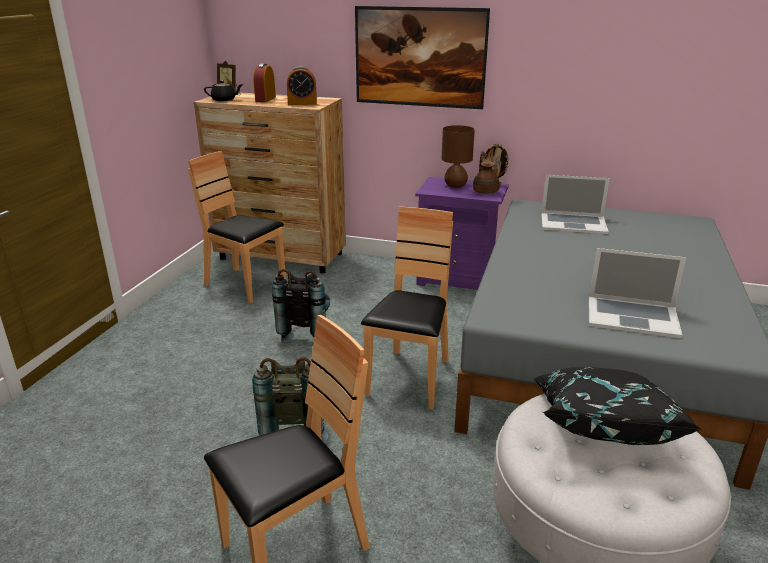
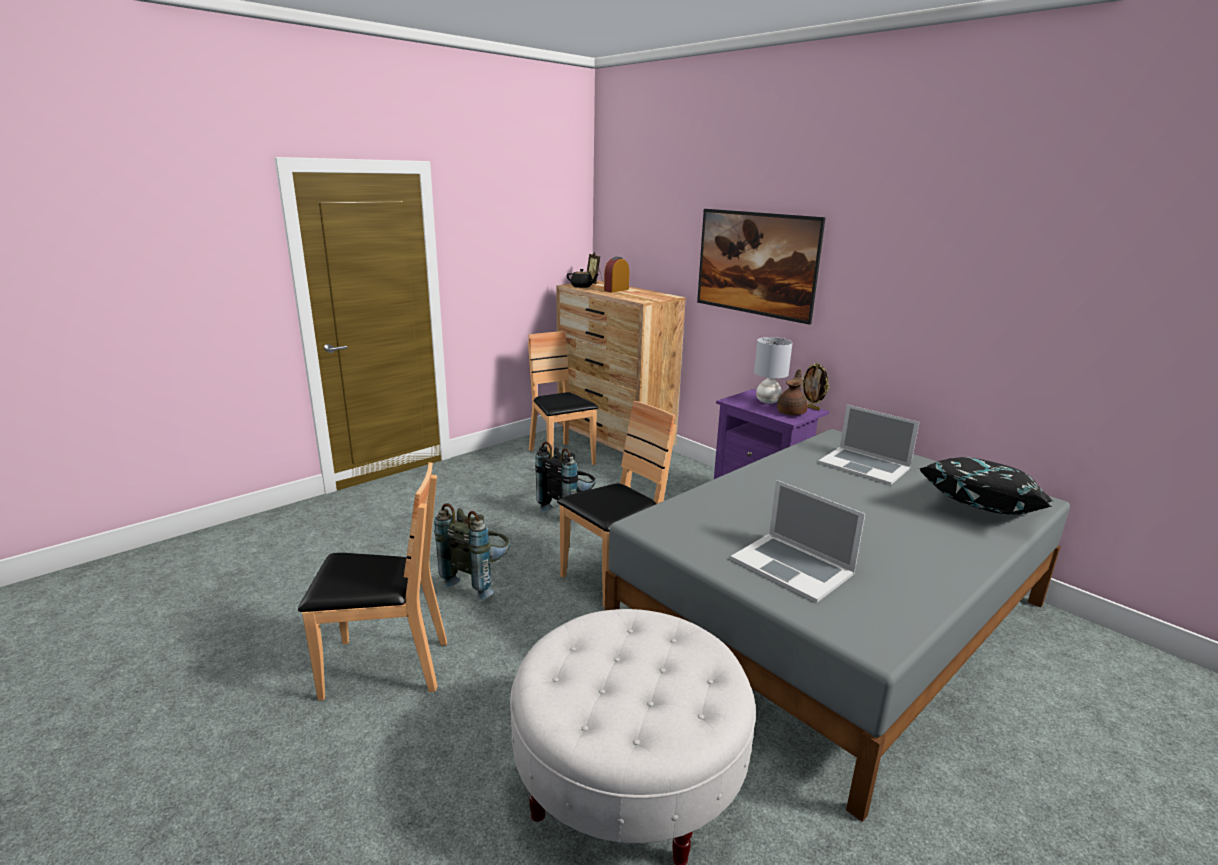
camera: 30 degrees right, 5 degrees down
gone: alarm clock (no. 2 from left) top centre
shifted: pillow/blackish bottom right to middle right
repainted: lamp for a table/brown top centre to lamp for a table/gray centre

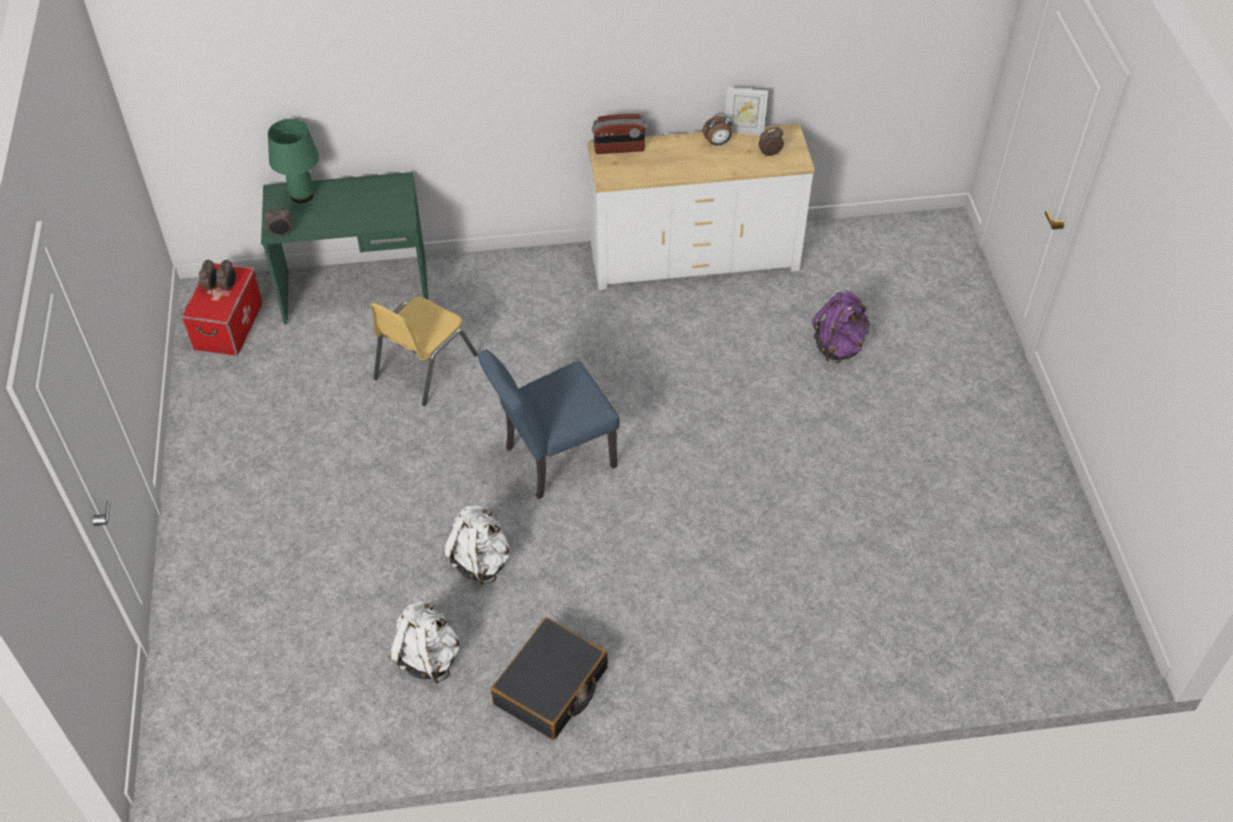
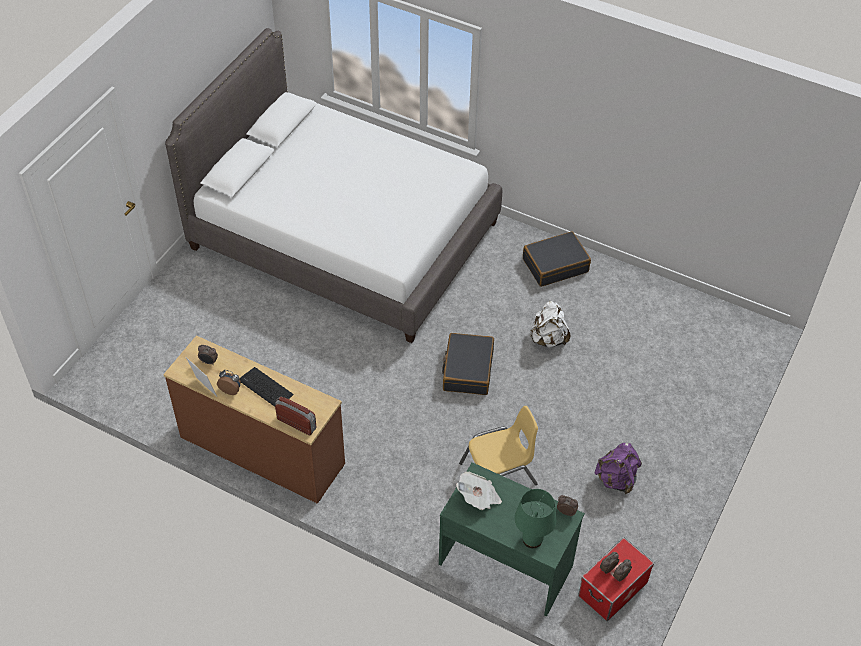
camera: 145 degrees left, 0 degrees up
gone: knapsack/whitish (no. 1 from left) bottom centre
new: sleeping bed/whitish top centre; computer keyboard middle left; printed paper bottom centre
shifted: knapsack/purple-coloured middle right to bottom right
swapped: plain chair/bluish centre to piece of luggage/blackish (no. 1 from left) centre
repainted: chest of drawers/whitish top centre to chest of drawers/brown middle left

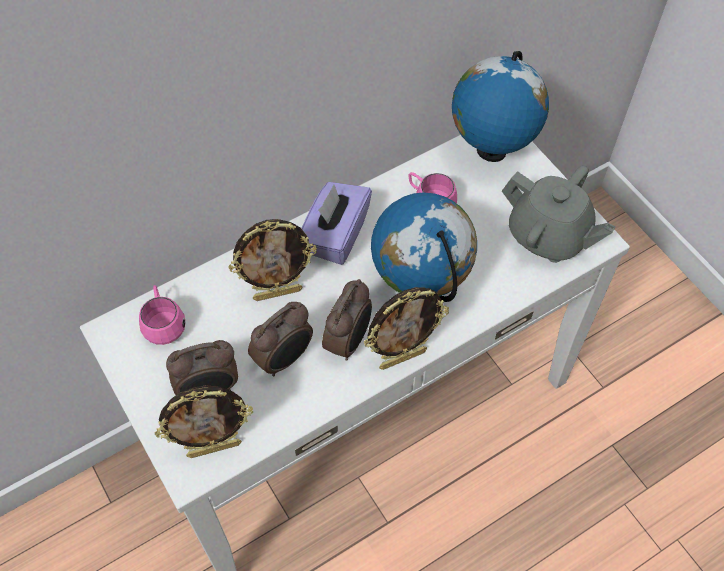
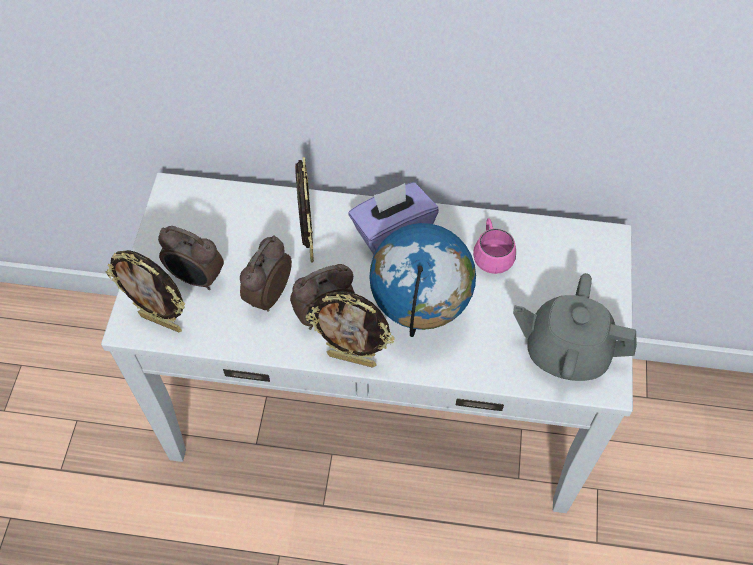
camera: 40 degrees right, 0 degrees up
gone: tea mug/pink (no. 1 from left) middle left; globe (no. 2 from left) top right
rotated: standing frame (no. 2 from left) centre = centre 120 degrees counterclockwise; alarm clock (no. 2 from left) centre = centre 120 degrees clockwise; teapot/gray middle right = middle right 120 degrees clockwise

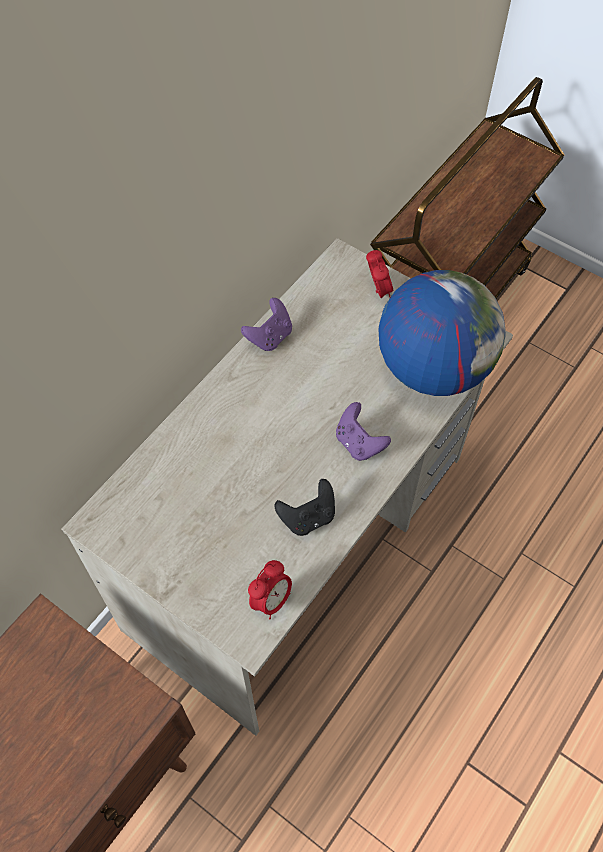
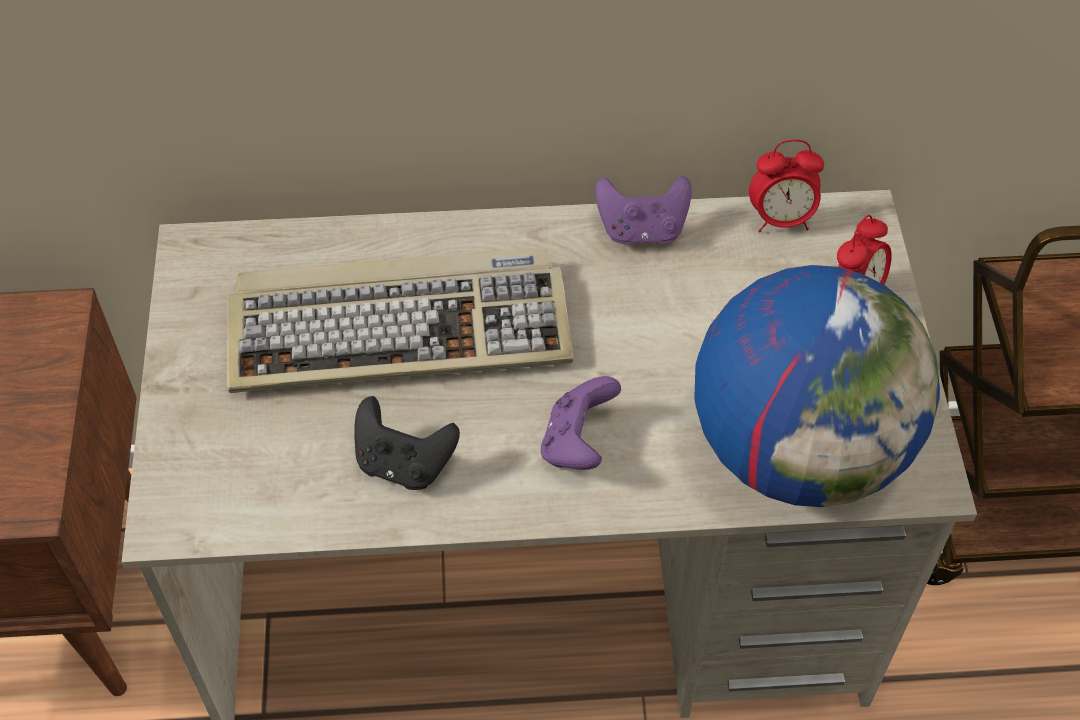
camera: 50 degrees right, 5 degrees down
new: computer keyboard centre
shifted: alarm clock (no. 1 from left) bottom centre to top right

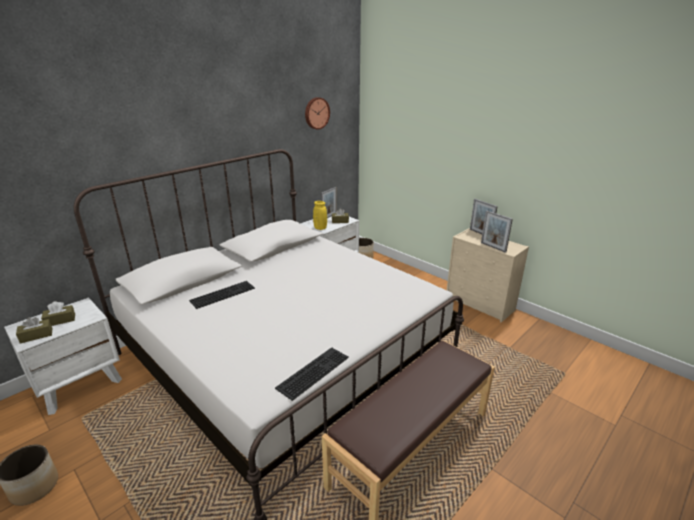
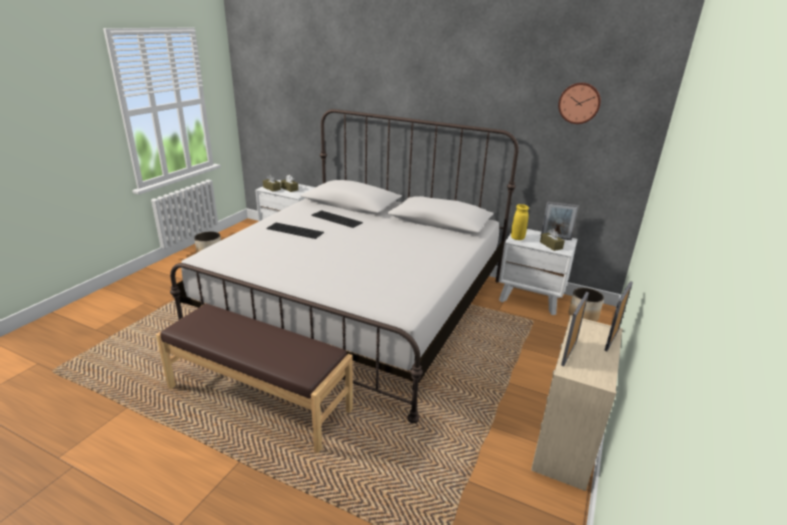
camera: 70 degrees right, 0 degrees up
shifted: computer keyboard (no. 2 from left in the first image) bottom centre to computer keyboard (no. 1 from left) centre

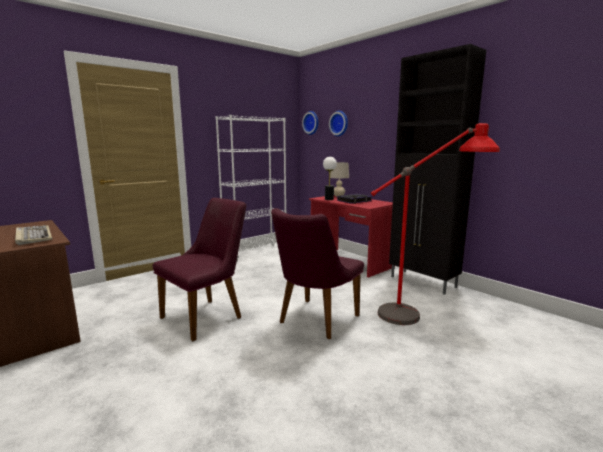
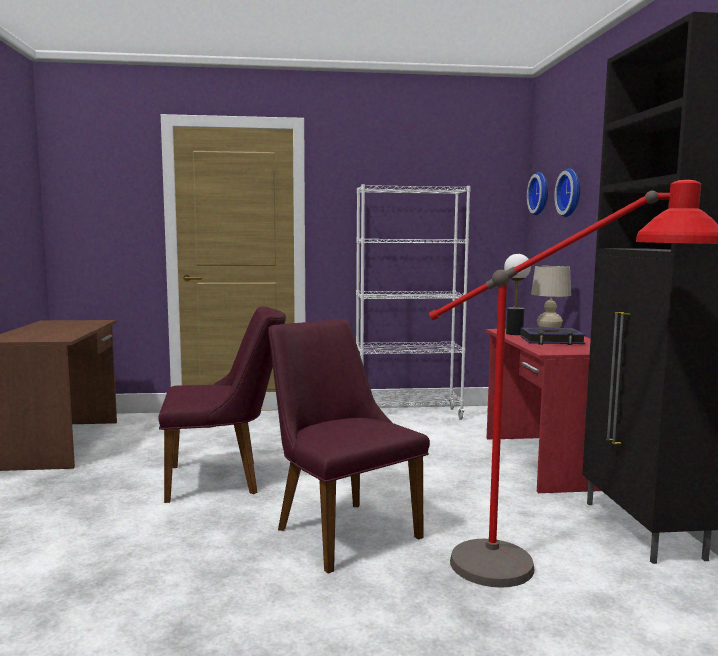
camera: 35 degrees right, 5 degrees down
gone: computer keyboard middle left
rotated: plain chair/purple-coloured (no. 2 from left) centre = bottom centre 75 degrees clockwise

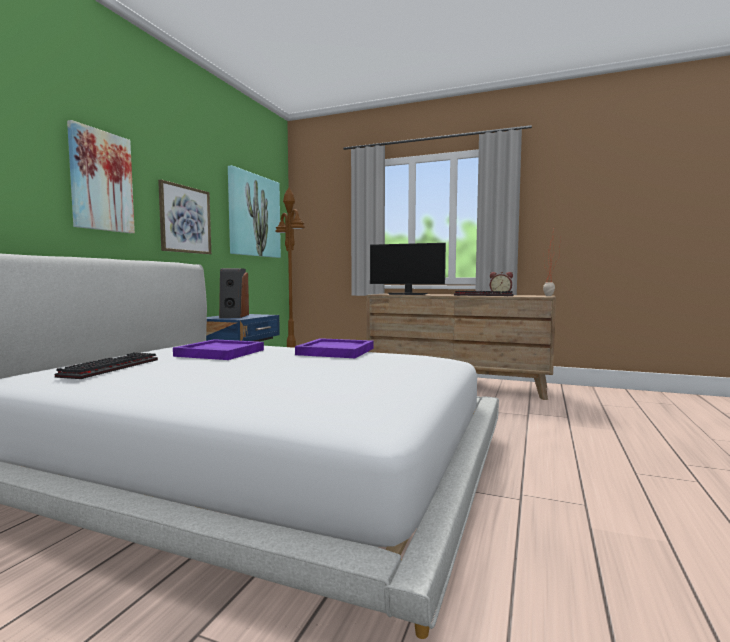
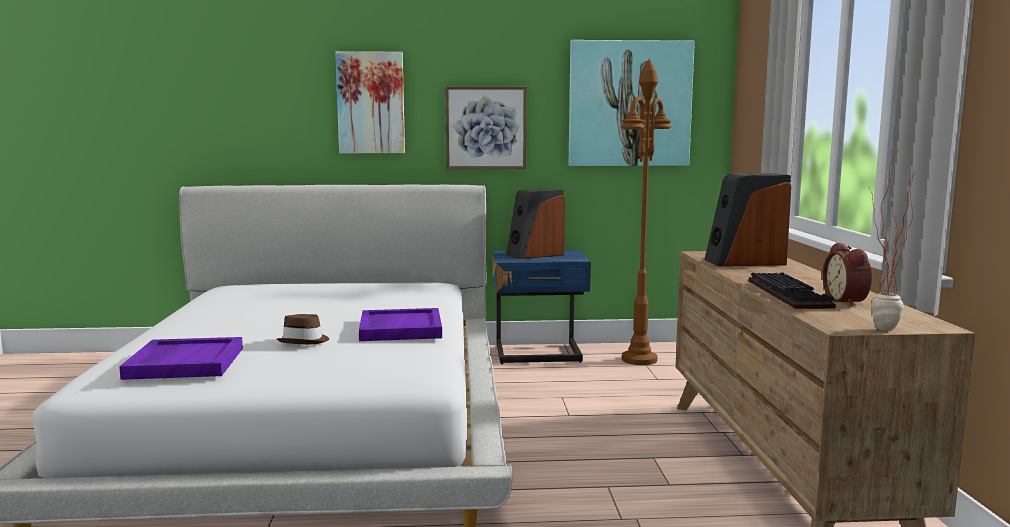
camera: 65 degrees right, 5 degrees up
gone: computer keyboard (no. 1 from left) middle left
new: wearable hat/brown middle left
shifted: serving tray/purple-coloured (no. 1 from left) middle left to bottom left
swapped: computer display centre to audio speaker (no. 2 from left) middle right

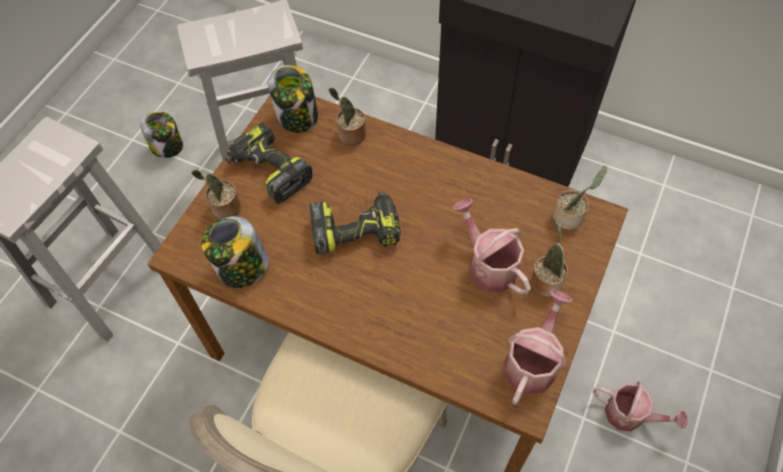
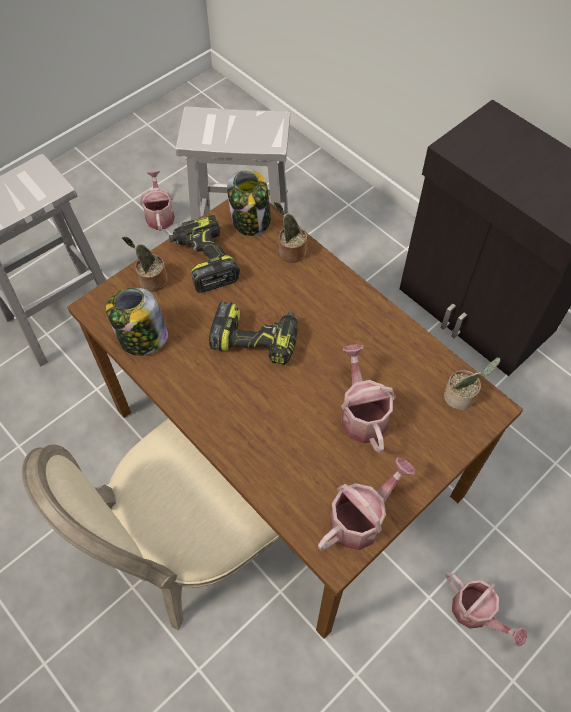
camera: 20 degrees right, 0 degrees up
gone: potted plant (no. 3 from left) middle right
swapped: storage jar (no. 1 from left) top left to watering pot (no. 1 from left) top left

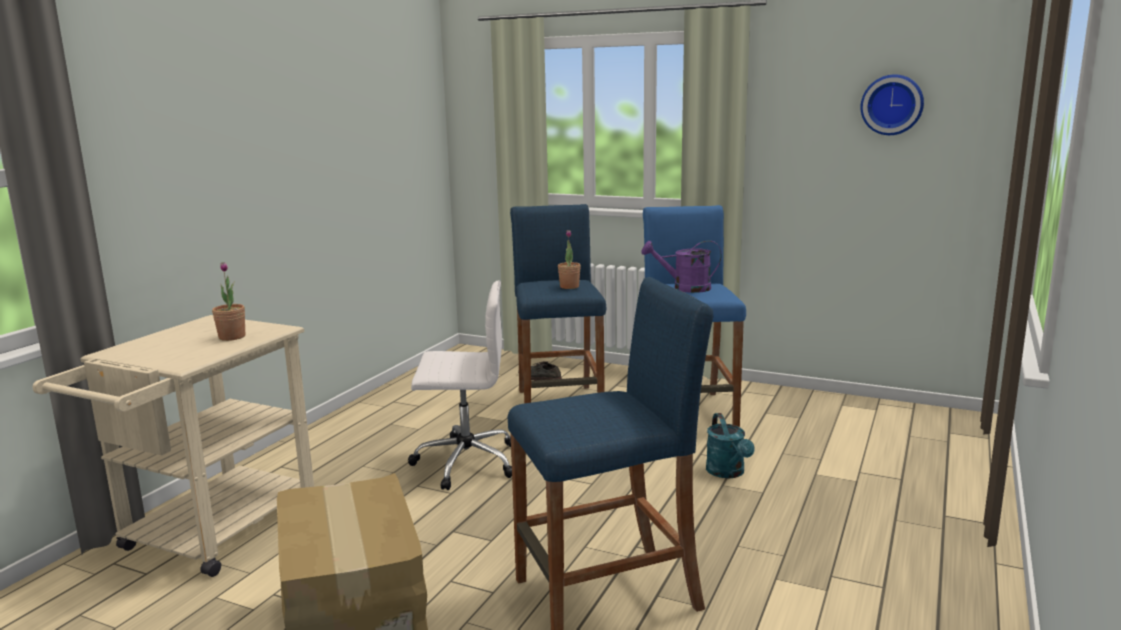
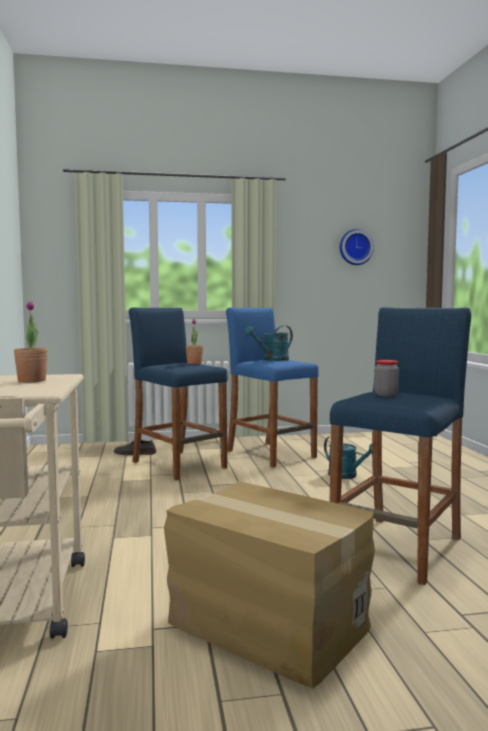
camera: 35 degrees left, 10 degrees down
gone: computer chair/whitish centre
new: storage jar middle right
repainted: watering pot/purple-coloured centre to watering pot/blue-green (no. 1 from left) centre

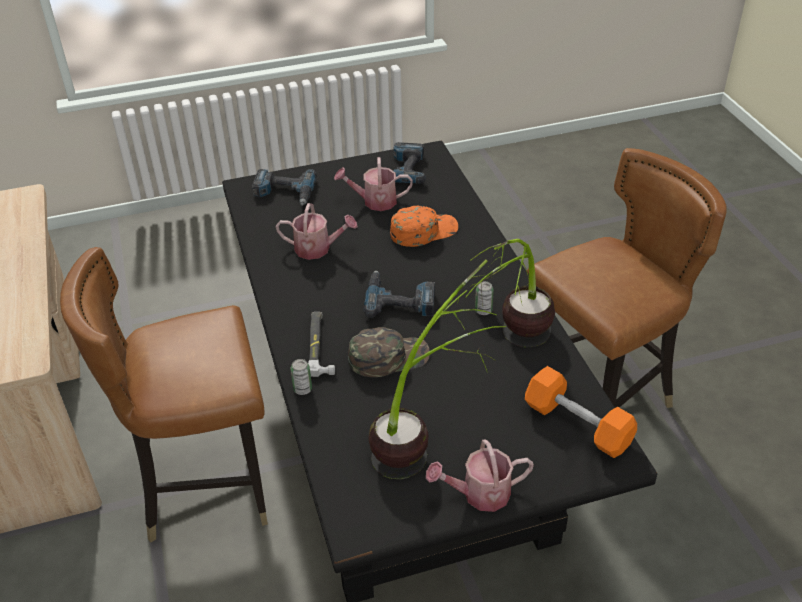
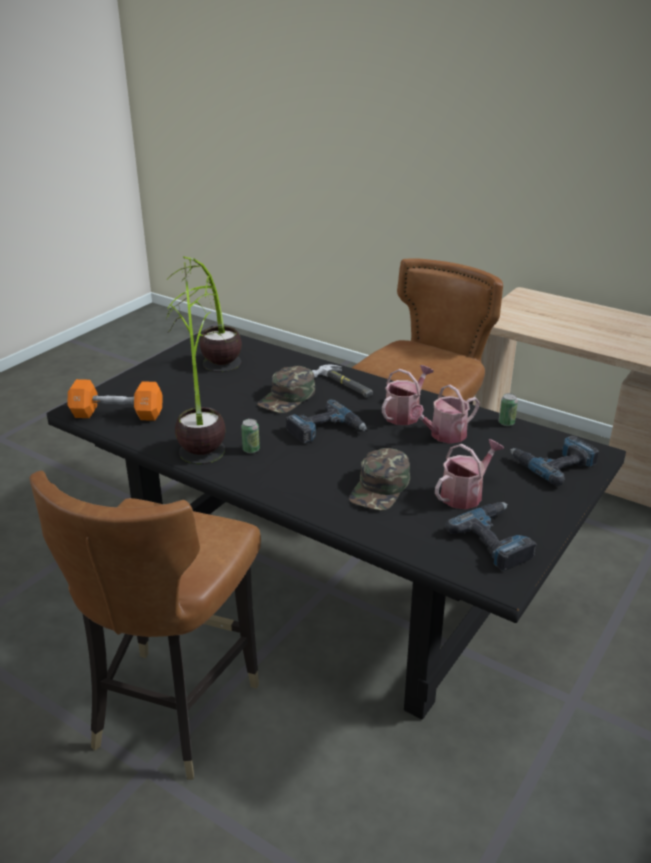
camera: 140 degrees right, 10 degrees down
shifted: sealed can (no. 1 from left in the first image) centre to sealed can (no. 2 from left) middle right; watering pot (no. 3 from left in the first image) bottom centre to watering pot (no. 1 from left) centre
repainted: cap/orange-coloured centre to cap/green-coloured (no. 2 from left) centre

